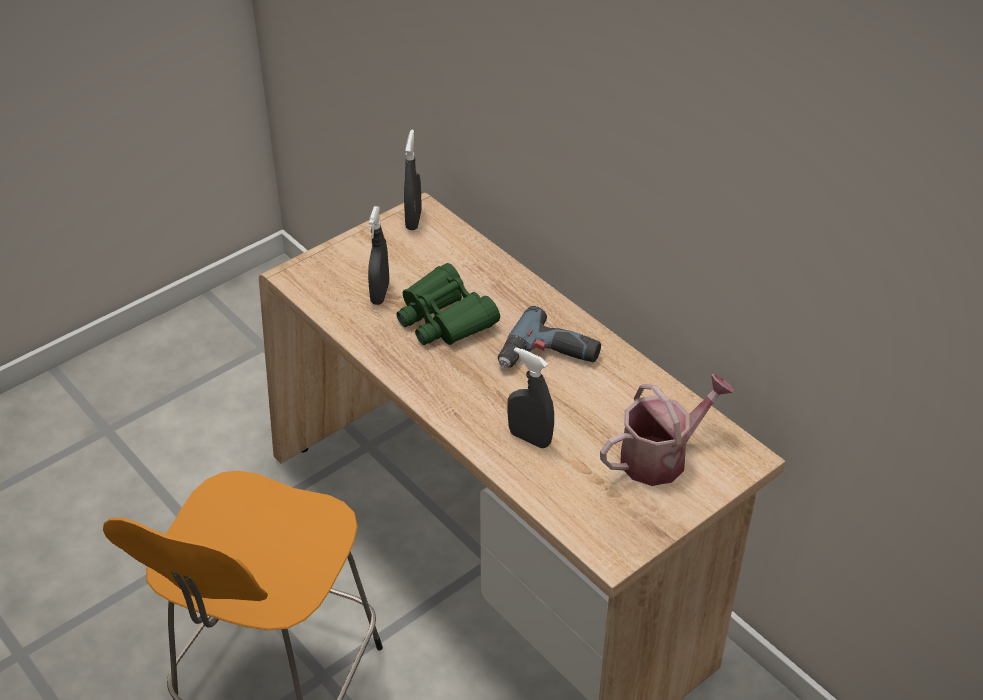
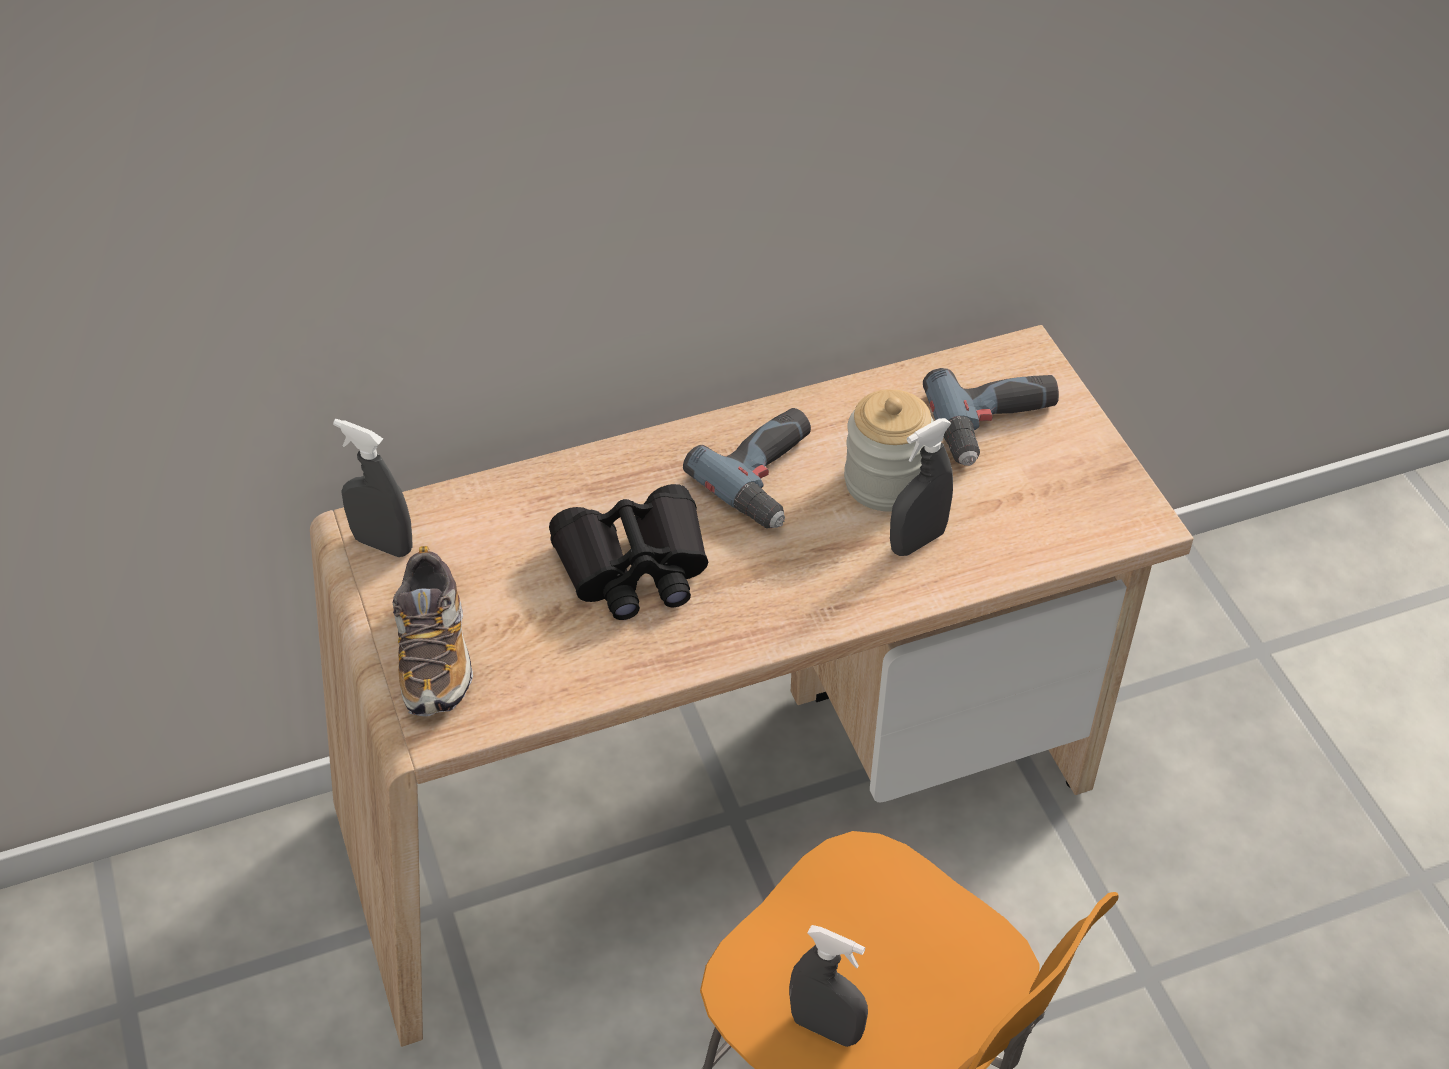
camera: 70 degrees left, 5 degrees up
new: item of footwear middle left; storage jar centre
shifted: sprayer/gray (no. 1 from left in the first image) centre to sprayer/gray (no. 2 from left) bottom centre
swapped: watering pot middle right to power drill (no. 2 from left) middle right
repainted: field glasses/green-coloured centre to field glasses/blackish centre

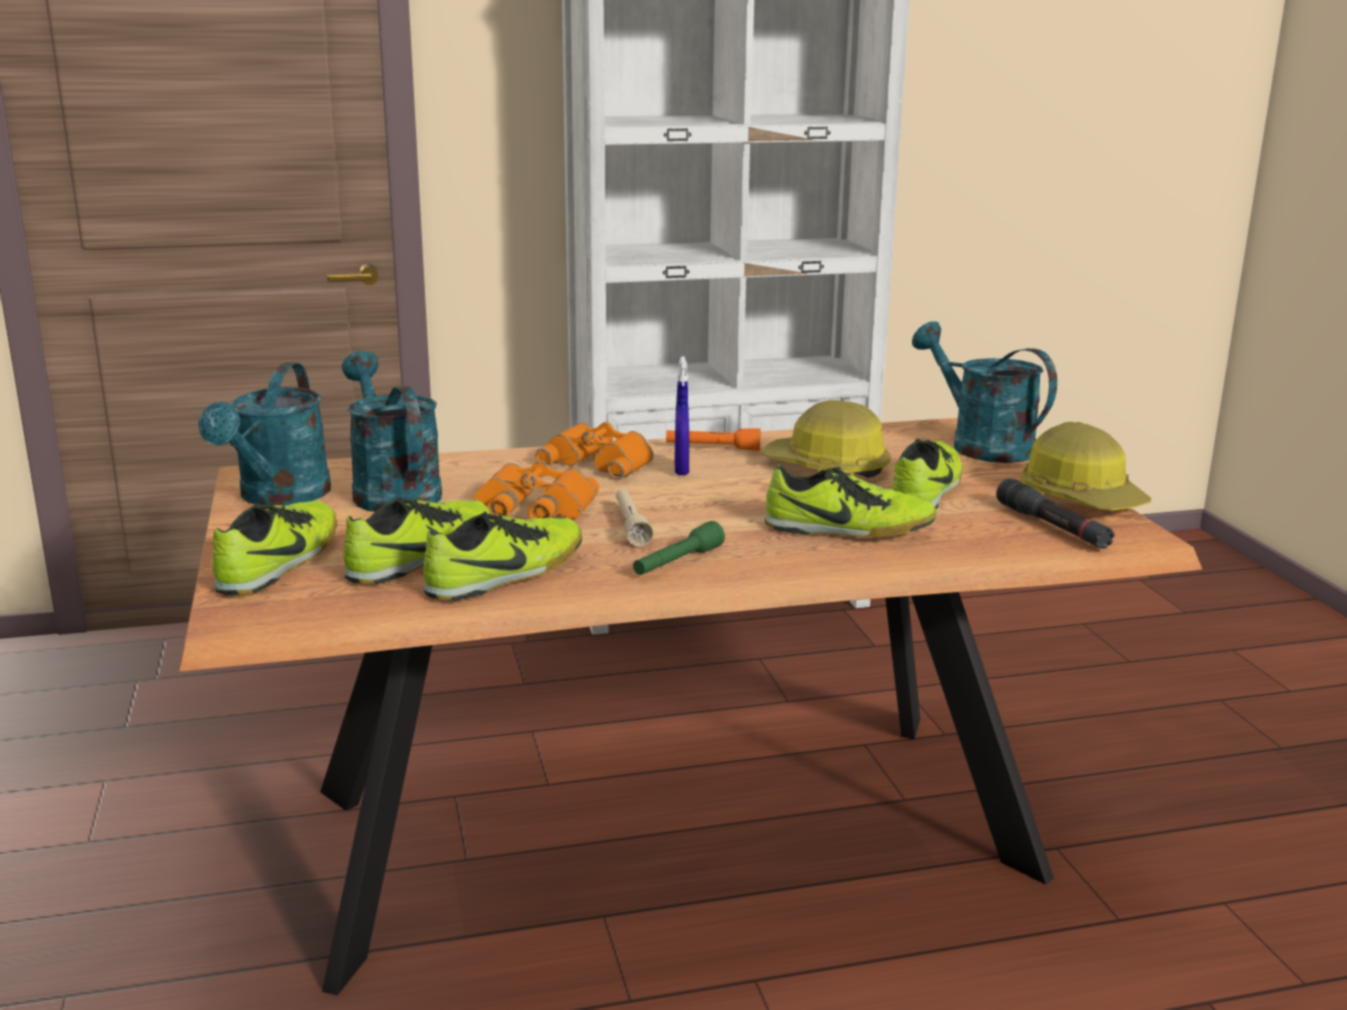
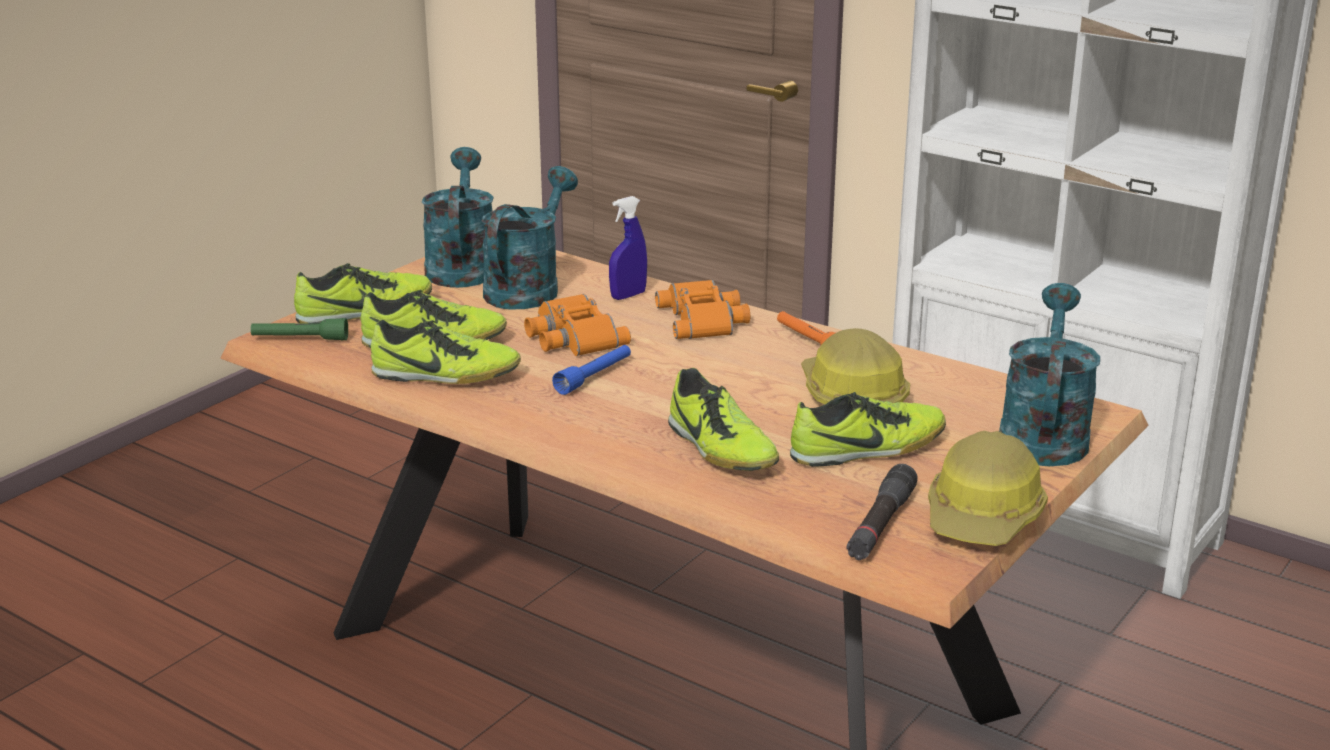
camera: 50 degrees right, 5 degrees up
shifted: flashlight/green-coloured centre to middle left; sprayer/bluish centre to top centre
repainted: flashlight/beige-coloured centre to flashlight/bluish centre
rotated: watering pot/blue-green (no. 1 from left) middle left = top centre 120 degrees clockwise

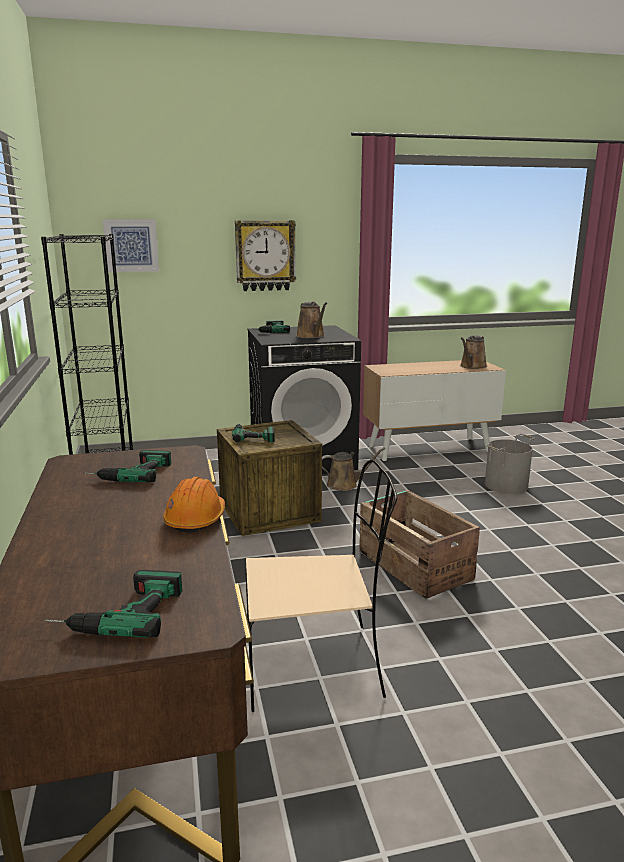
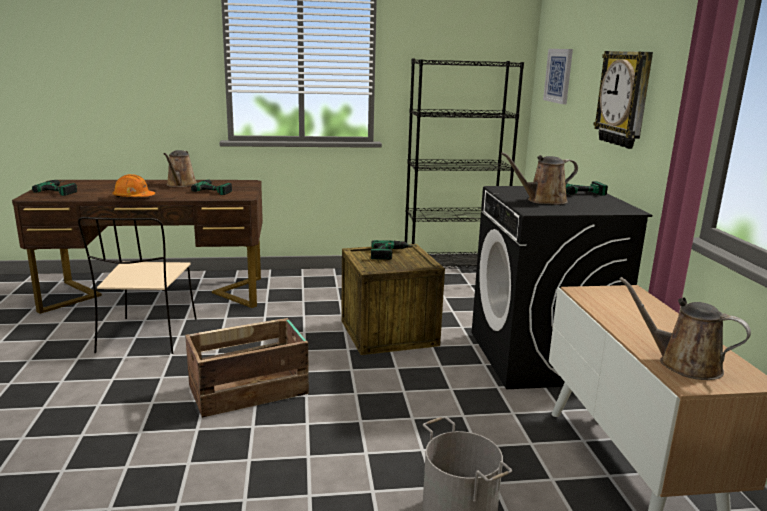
camera: 95 degrees right, 0 degrees up
shifted: watering pot/brown (no. 2 from left in the first image) centre to watering pot/brown (no. 1 from left) top left

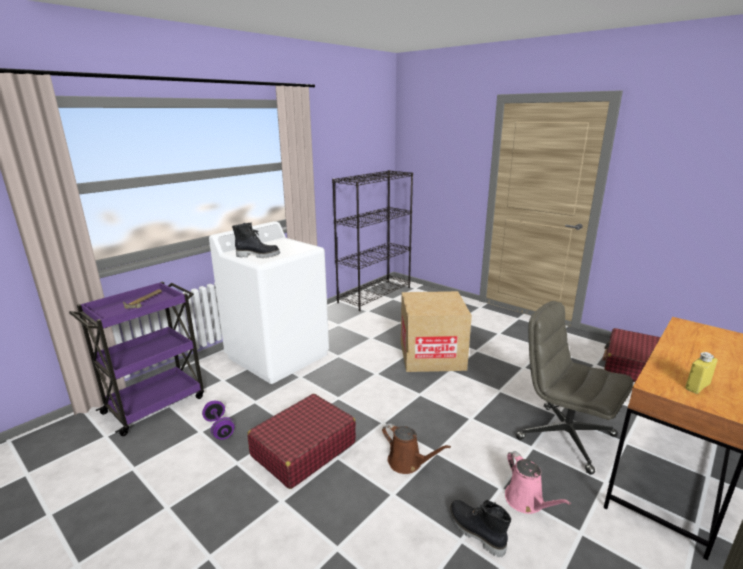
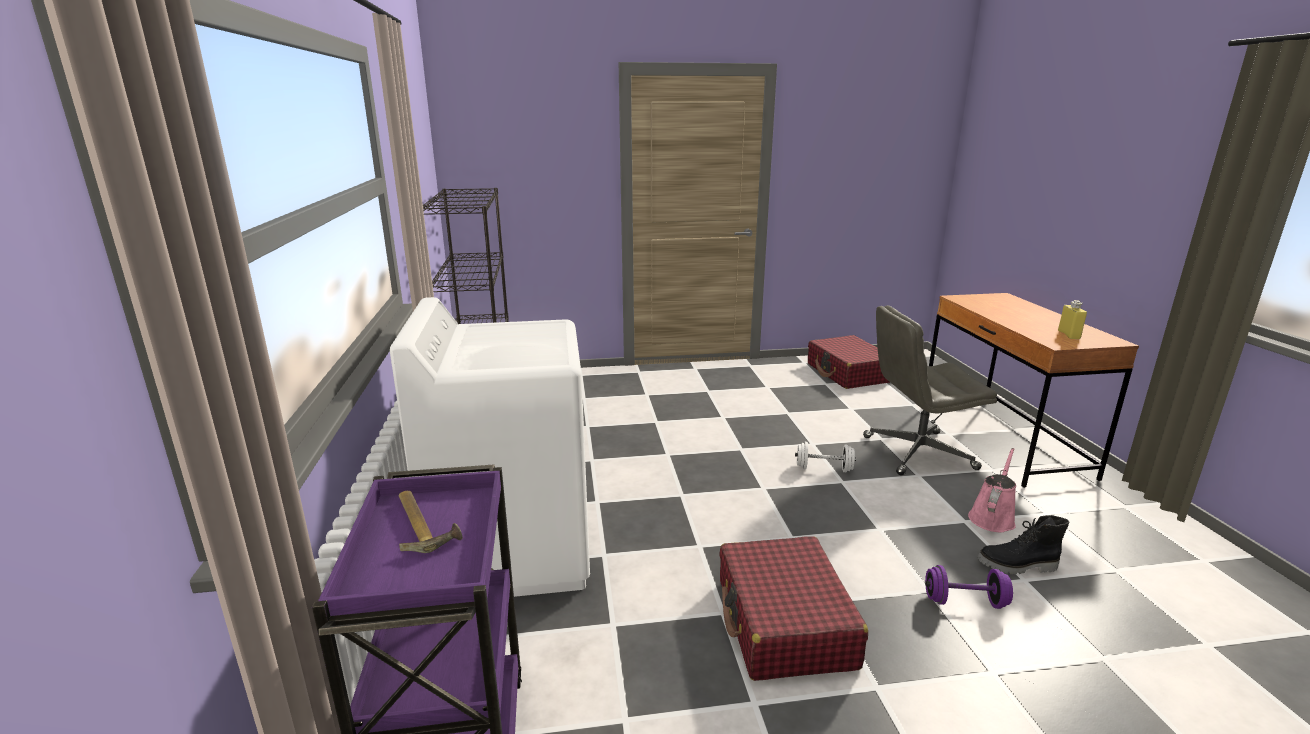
camera: 50 degrees left, 0 degrees up
gone: boot/blackish (no. 1 from left) centre; watering pot/brown bottom centre; cardboard box centre
new: hand weight/whitish centre
shifted: hand weight/purple-coloured bottom left to bottom right
rotated: watering pot/pink bottom right = bottom right 75 degrees counterclockwise

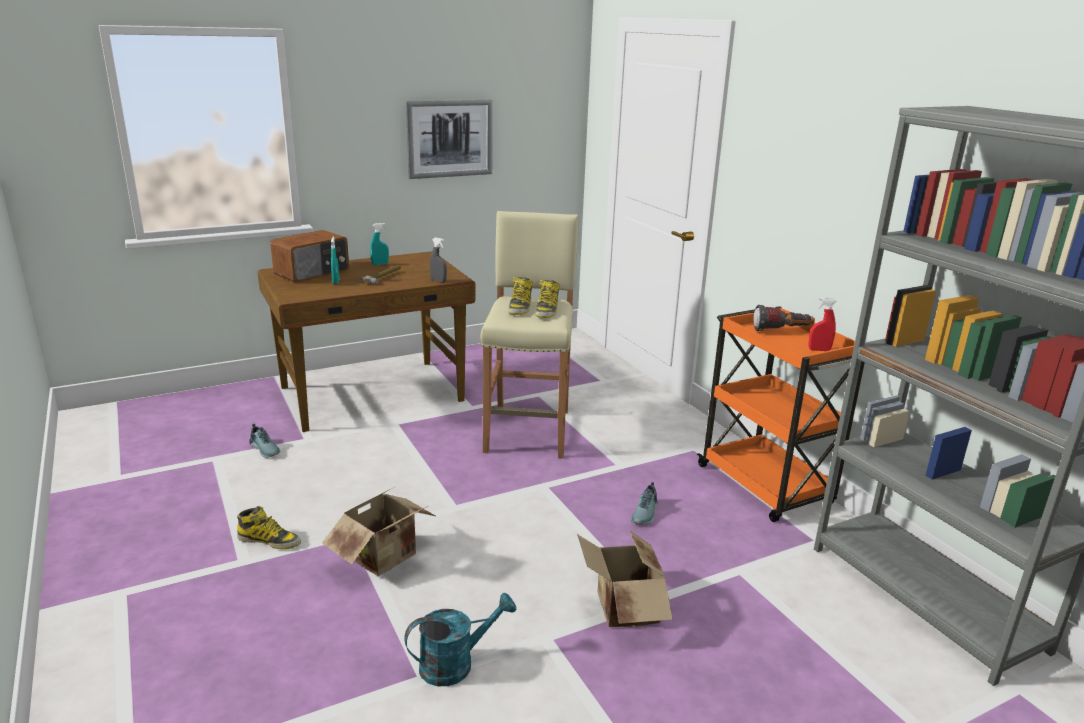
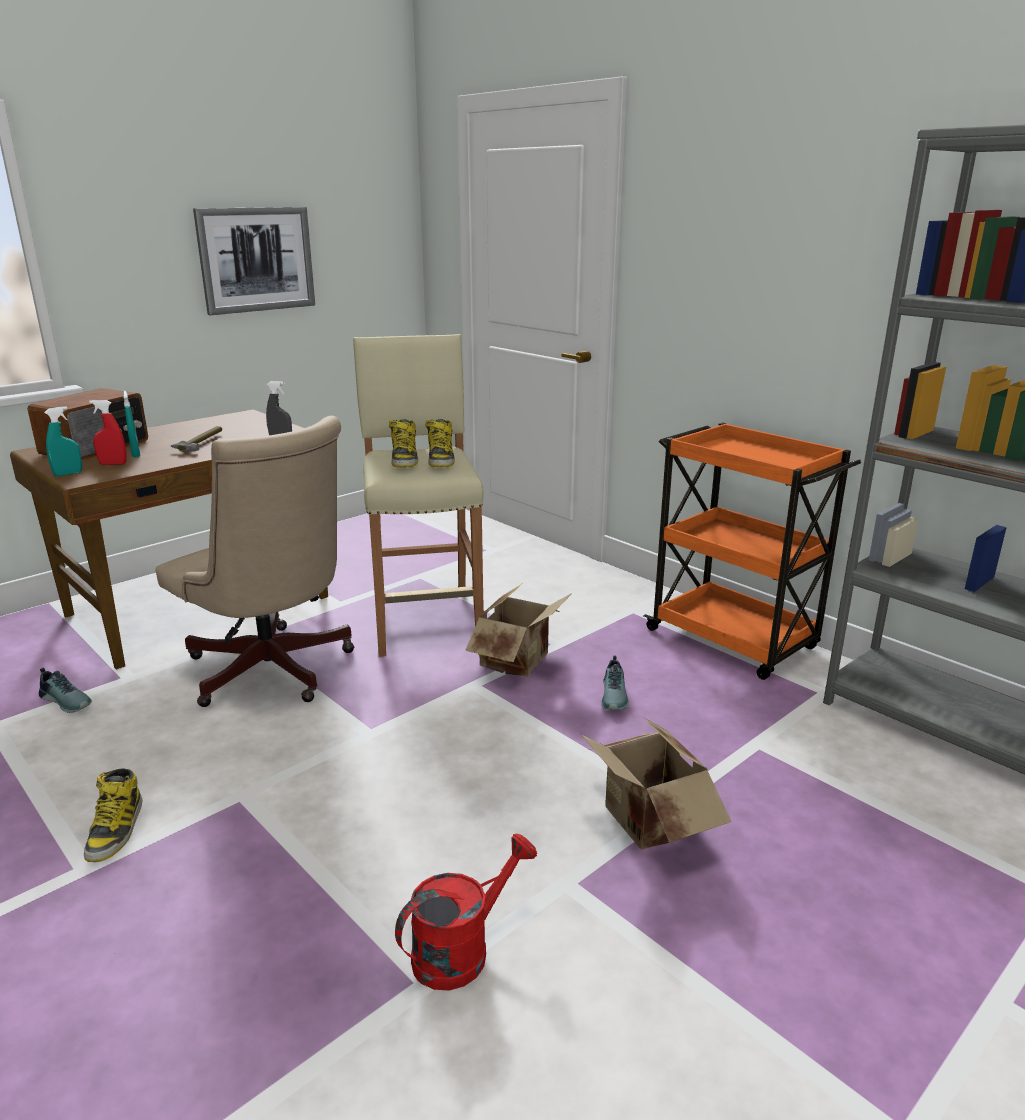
camera: 15 degrees left, 0 degrees up
gone: flashlight middle right
new: computer chair/beige-coloured middle left
shifted: cardboard box (no. 1 from left) bottom centre to centre; sprayer/blue-green (no. 2 from left in the first image) centre to sprayer/blue-green (no. 1 from left) middle left; sprayer/red middle right to middle left
repainted: watering pot/blue-green bottom centre to watering pot/red bottom centre
rotated: boot (no. 1 from left) bottom left = bottom left 90 degrees clockwise

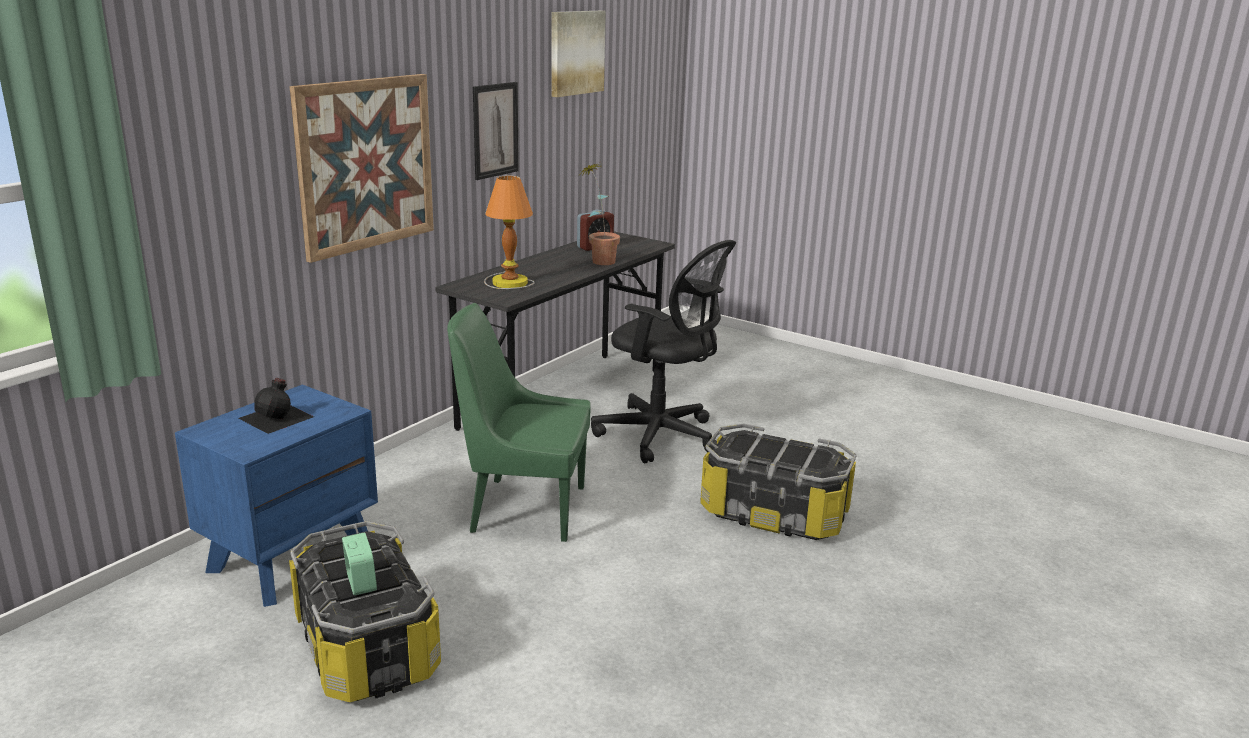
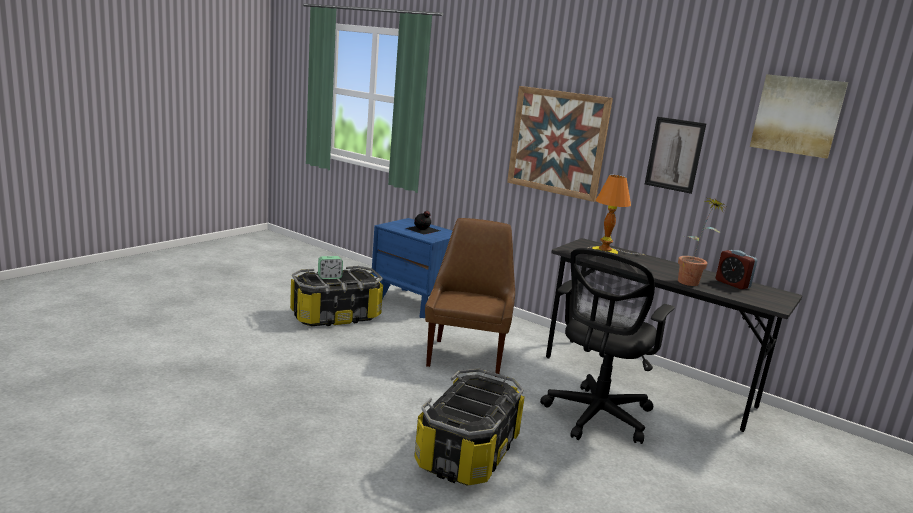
camera: 90 degrees right, 5 degrees down
repainted: plain chair/green-coloured centre to plain chair/brown centre

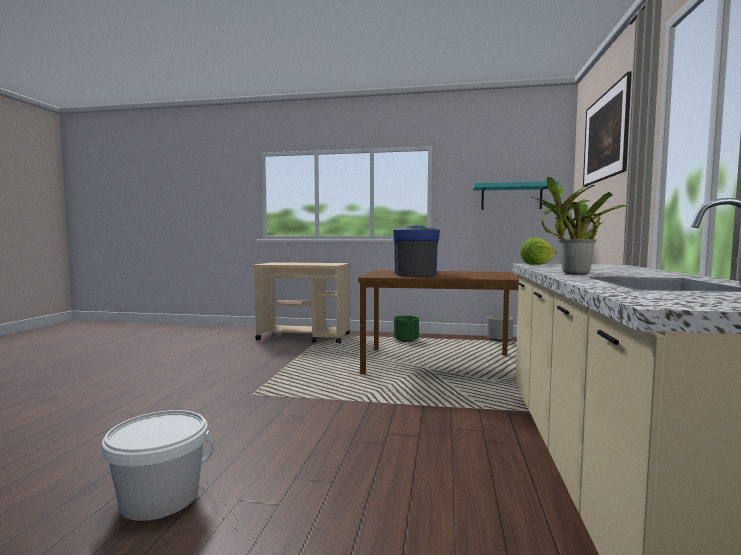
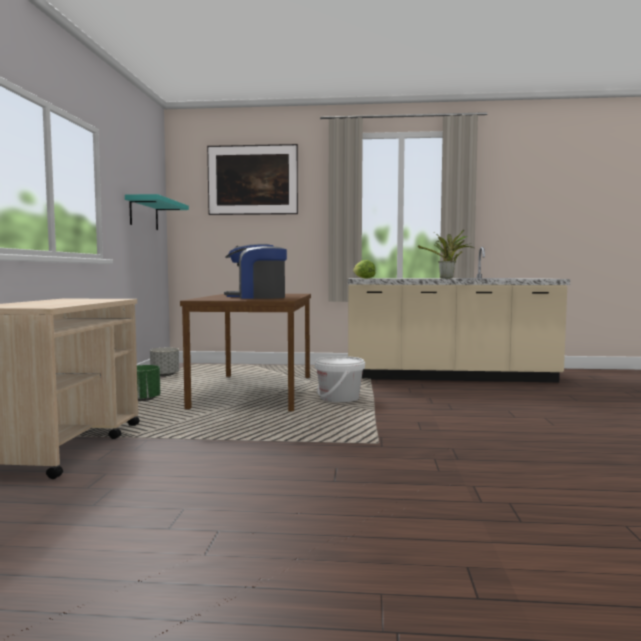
camera: 95 degrees left, 0 degrees up
shifted: water bucket/whitish bottom left to centre

